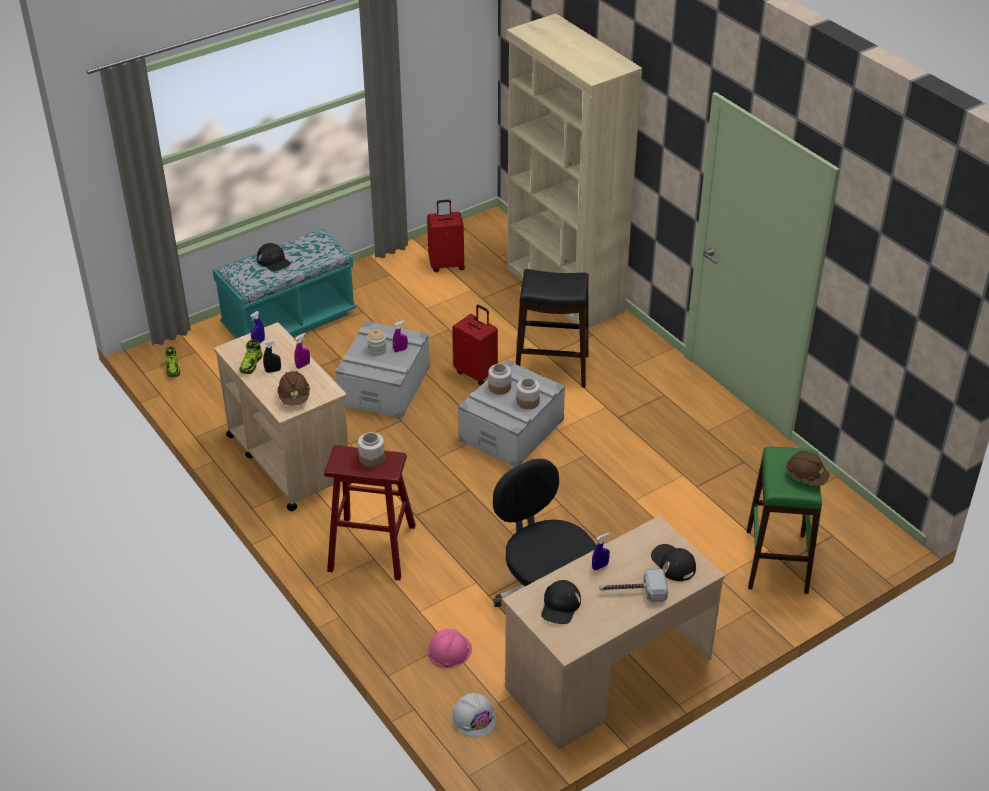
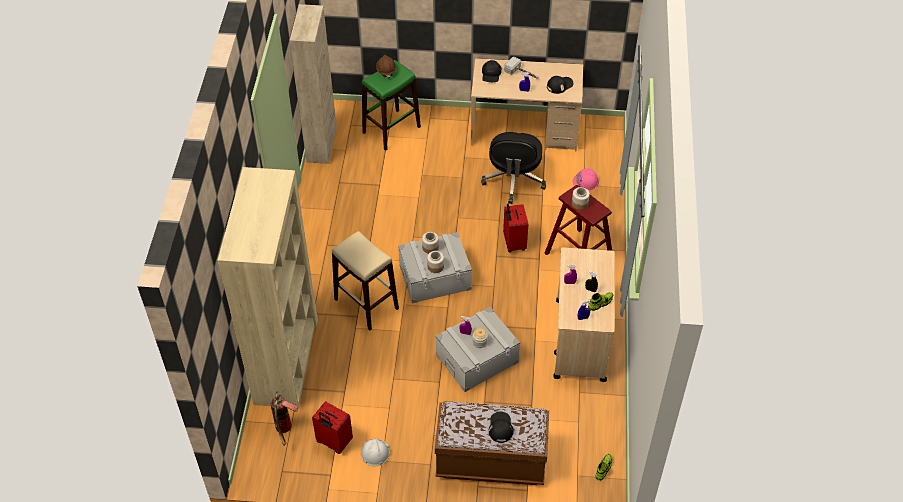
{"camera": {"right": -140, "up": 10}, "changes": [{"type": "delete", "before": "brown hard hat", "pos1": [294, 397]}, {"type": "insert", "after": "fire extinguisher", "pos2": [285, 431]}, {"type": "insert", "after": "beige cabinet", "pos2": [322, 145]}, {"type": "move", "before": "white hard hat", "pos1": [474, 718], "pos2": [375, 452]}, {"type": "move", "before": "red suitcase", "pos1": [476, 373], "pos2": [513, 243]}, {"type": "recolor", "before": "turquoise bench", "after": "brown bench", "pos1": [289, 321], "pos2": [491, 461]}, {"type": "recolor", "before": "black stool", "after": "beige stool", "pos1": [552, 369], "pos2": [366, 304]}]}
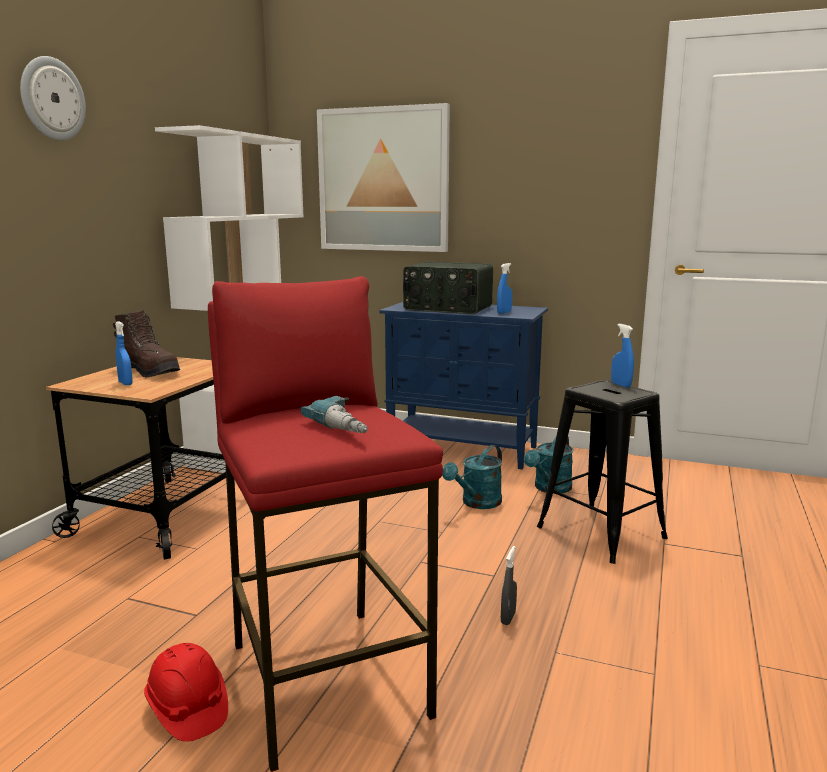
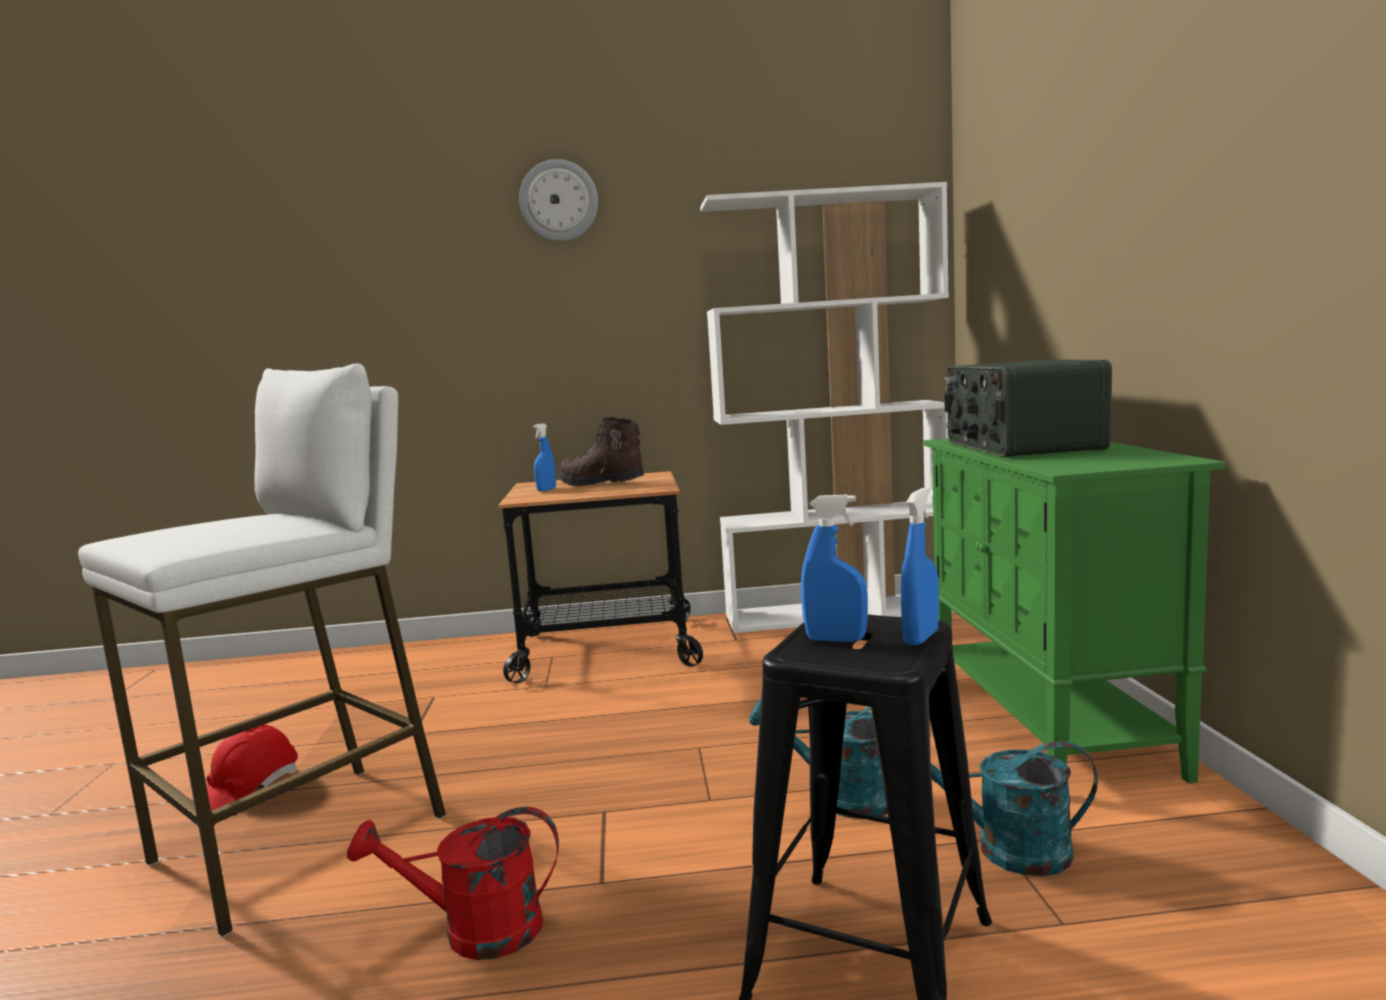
{"camera": {"right": 65, "up": -5}, "changes": [{"type": "delete", "before": "power drill", "pos1": [349, 425]}, {"type": "delete", "before": "picture", "pos1": [383, 180]}, {"type": "move", "before": "blue spray bottle", "pos1": [504, 312], "pos2": [835, 639]}, {"type": "replace", "before": "grey spray bottle", "after": "red watering can", "pos1": [508, 618], "pos2": [475, 931]}, {"type": "recolor", "before": "red stool", "after": "white stool", "pos1": [327, 678], "pos2": [303, 839]}, {"type": "recolor", "before": "blue cabinet", "after": "green cabinet", "pos1": [463, 449], "pos2": [1049, 724]}, {"type": "rotate", "before": "brown boot", "pos1": [149, 371], "pos2": [600, 483], "turn": 105}]}
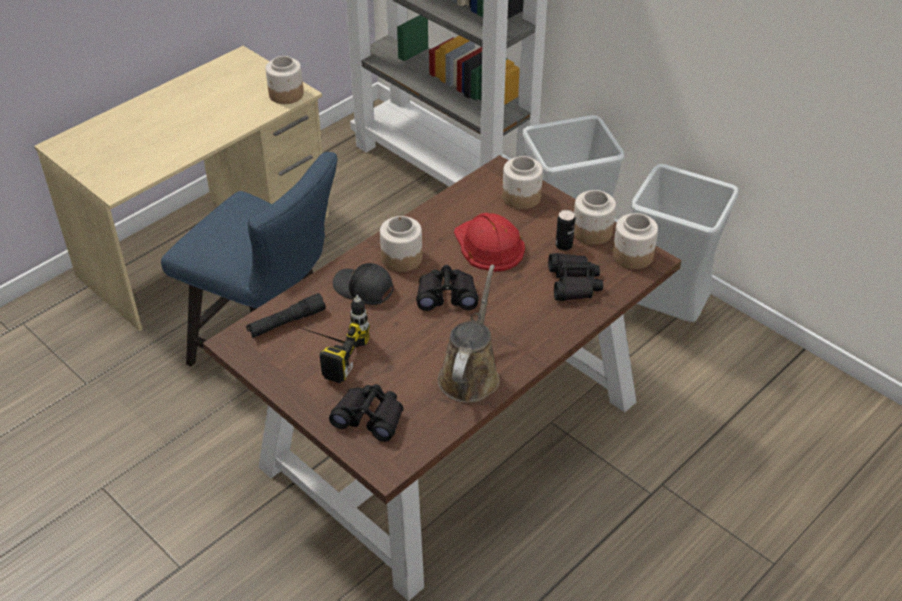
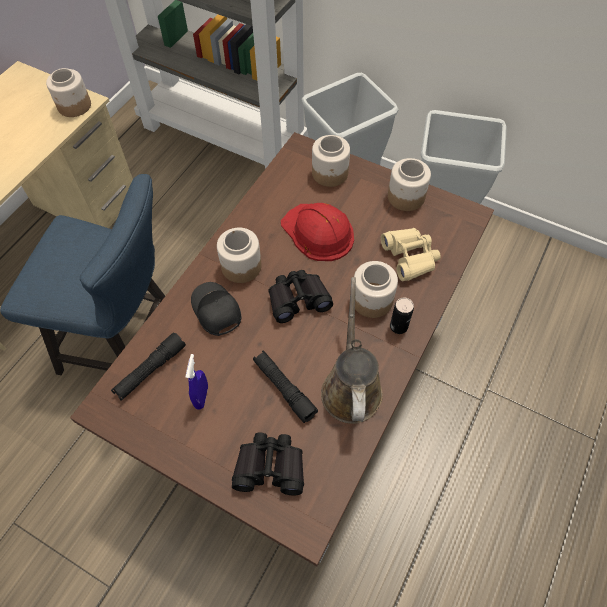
{"camera": {"right": -15, "up": 15}, "changes": [{"type": "insert", "after": "black flashlight", "pos2": [284, 388]}, {"type": "move", "before": "can", "pos1": [564, 245], "pos2": [398, 326]}, {"type": "move", "before": "jar", "pos1": [633, 256], "pos2": [372, 300]}, {"type": "replace", "before": "power drill", "after": "blue spray bottle", "pos1": [326, 352], "pos2": [201, 397]}, {"type": "recolor", "before": "black binoculars", "after": "beige binoculars", "pos1": [573, 283], "pos2": [410, 257]}, {"type": "rotate", "before": "black cap", "pos1": [363, 289], "pos2": [215, 311], "turn": 45}]}
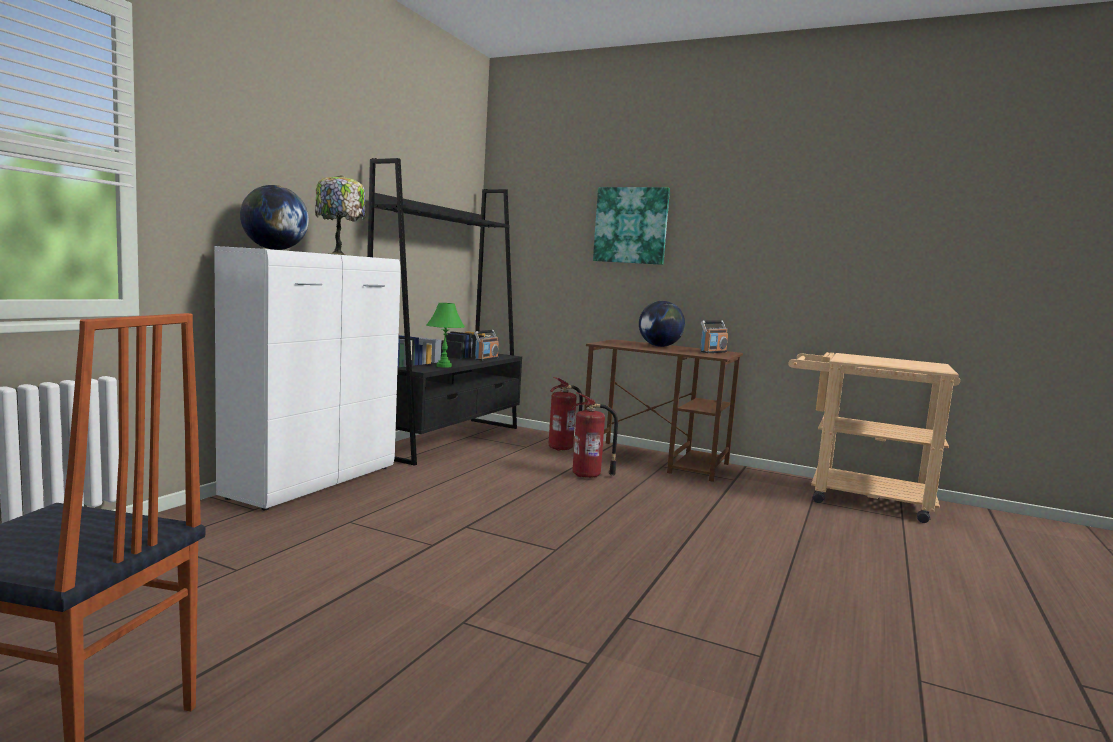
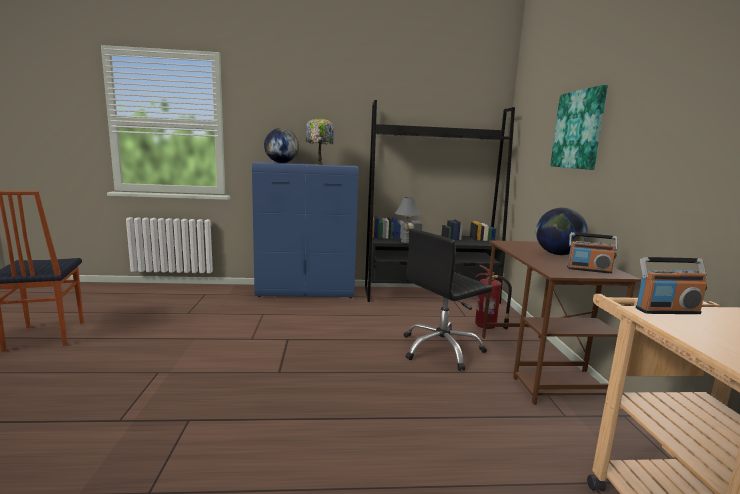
{"camera": {"right": 60, "up": 5}, "changes": [{"type": "move", "before": "radio", "pos1": [486, 359], "pos2": [666, 311]}, {"type": "replace", "before": "fire extinguisher", "after": "black office chair", "pos1": [588, 476], "pos2": [441, 349]}, {"type": "recolor", "before": "white cabinet", "after": "blue cabinet", "pos1": [314, 482], "pos2": [307, 292]}, {"type": "recolor", "before": "green table lamp", "after": "grey table lamp", "pos1": [443, 366], "pos2": [406, 241]}]}
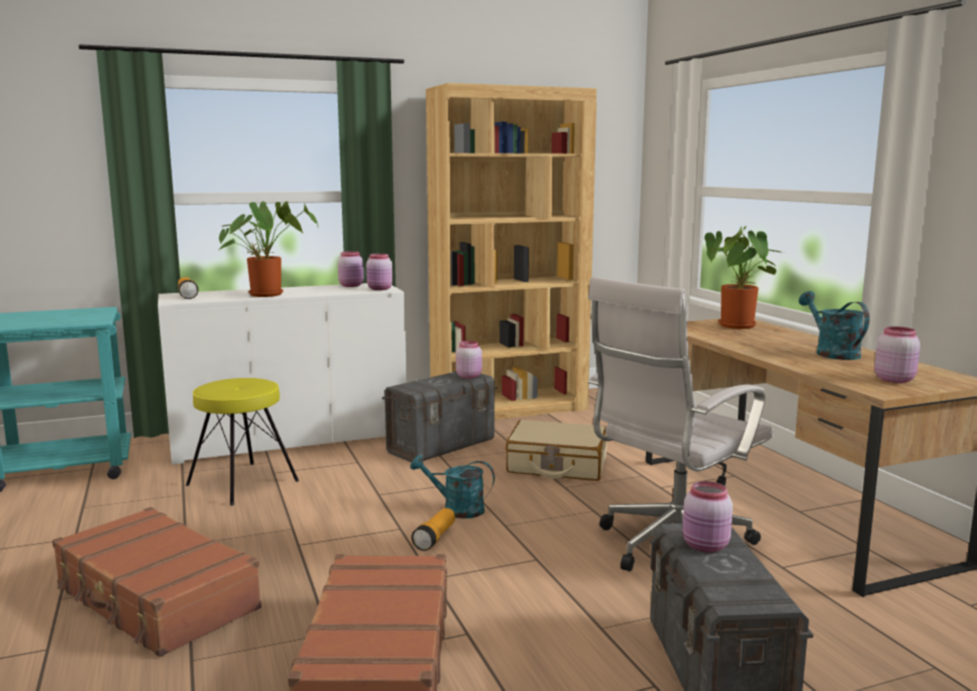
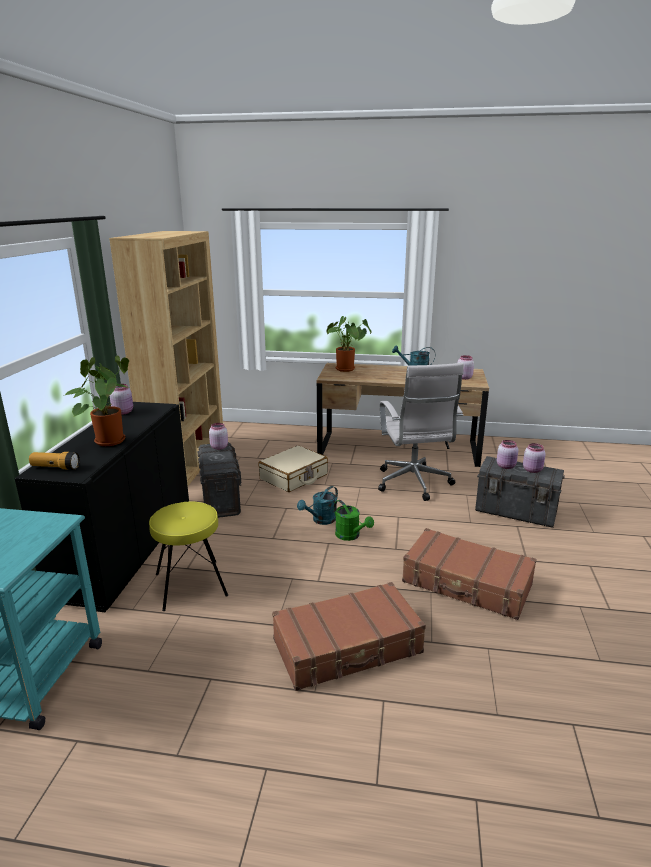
{"camera": {"right": -60, "up": 10}, "changes": [{"type": "move", "before": "pink jar", "pos1": [380, 289], "pos2": [533, 470]}, {"type": "replace", "before": "flashlight", "after": "green watering can", "pos1": [435, 538], "pos2": [351, 536]}, {"type": "recolor", "before": "white cabinet", "after": "black cabinet", "pos1": [290, 439], "pos2": [126, 548]}]}
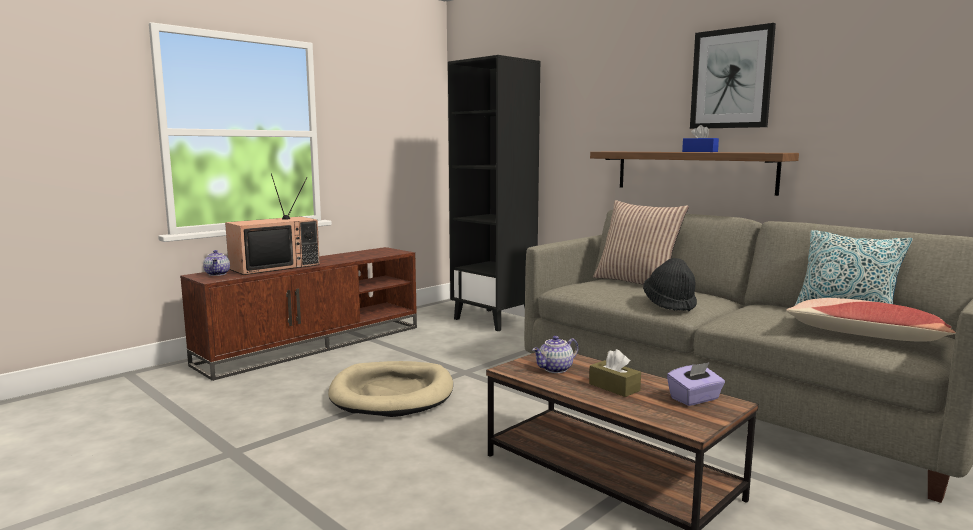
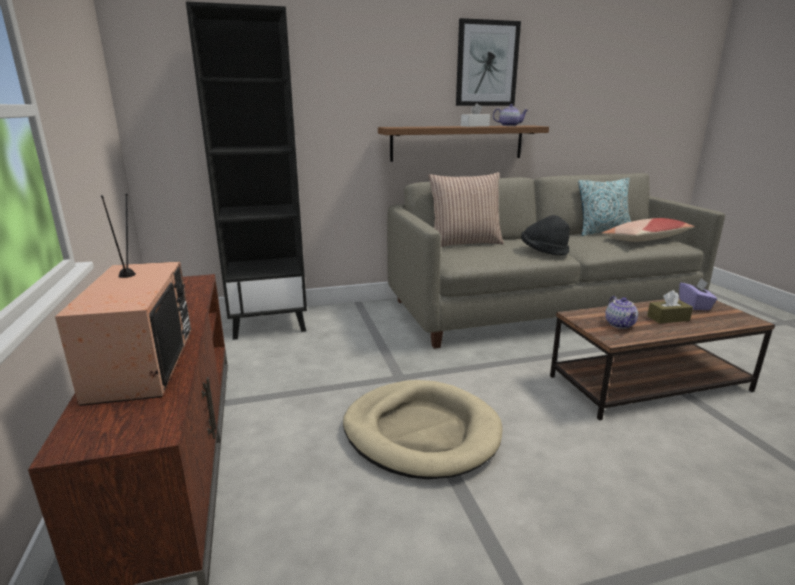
{"camera": {"right": -60, "up": 10}, "changes": [{"type": "move", "before": "teapot", "pos1": [218, 274], "pos2": [509, 126]}, {"type": "recolor", "before": "blue tissue box", "after": "white tissue box", "pos1": [700, 151], "pos2": [474, 126]}]}
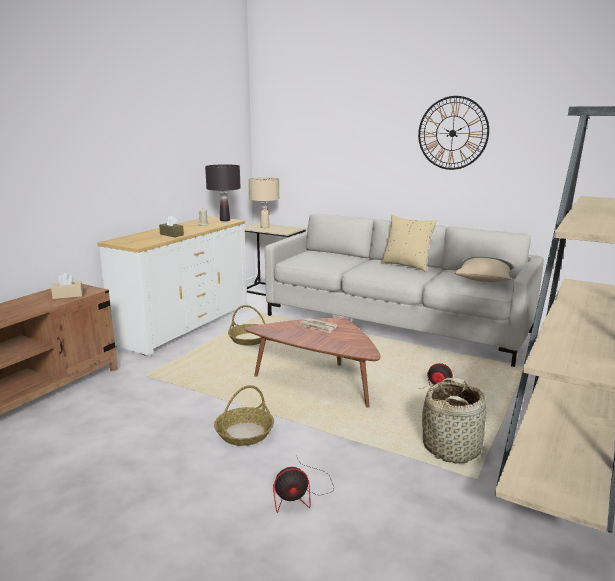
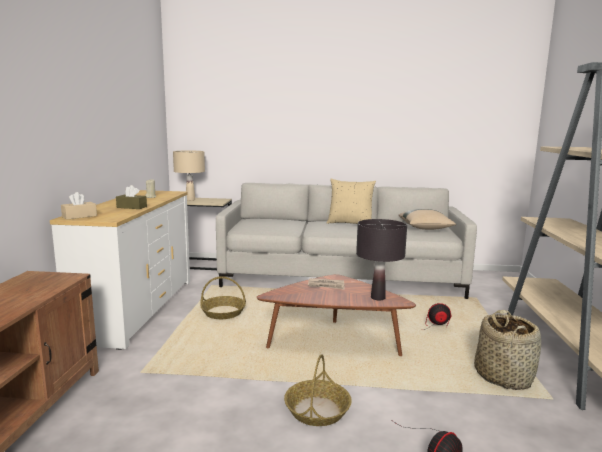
{"camera": {"right": -25, "up": -5}, "changes": [{"type": "delete", "before": "wall clock", "pos1": [452, 133]}, {"type": "move", "before": "beige tissue box", "pos1": [68, 295], "pos2": [79, 216]}, {"type": "move", "before": "black table lamp", "pos1": [224, 220], "pos2": [377, 298]}]}
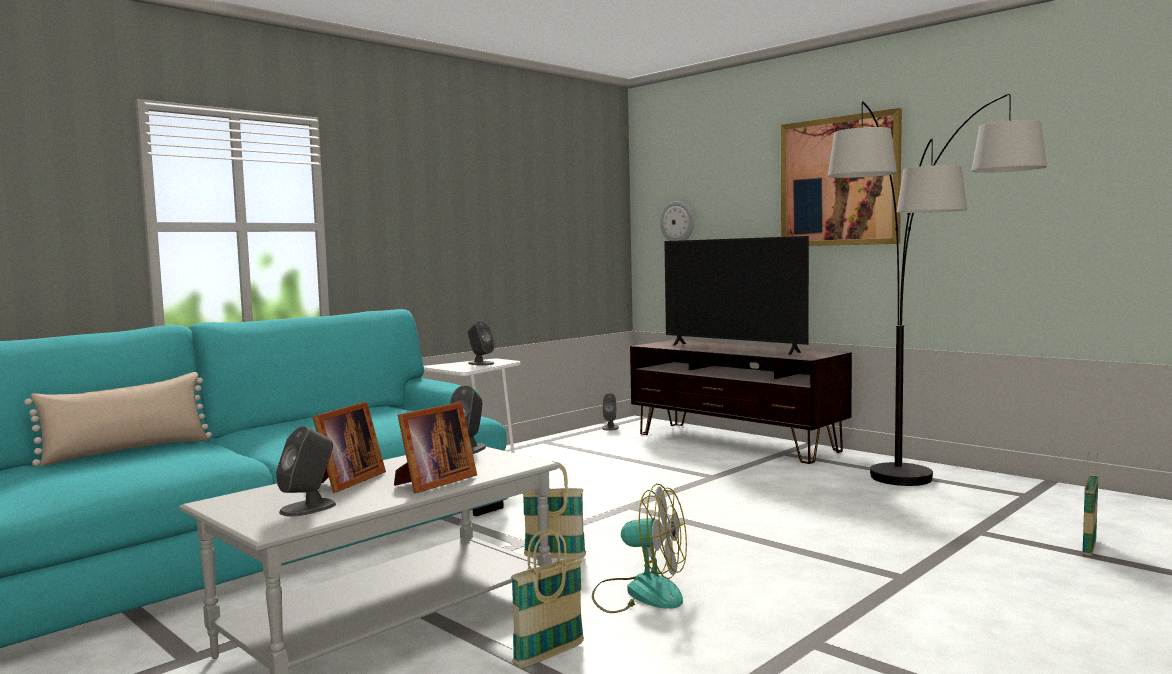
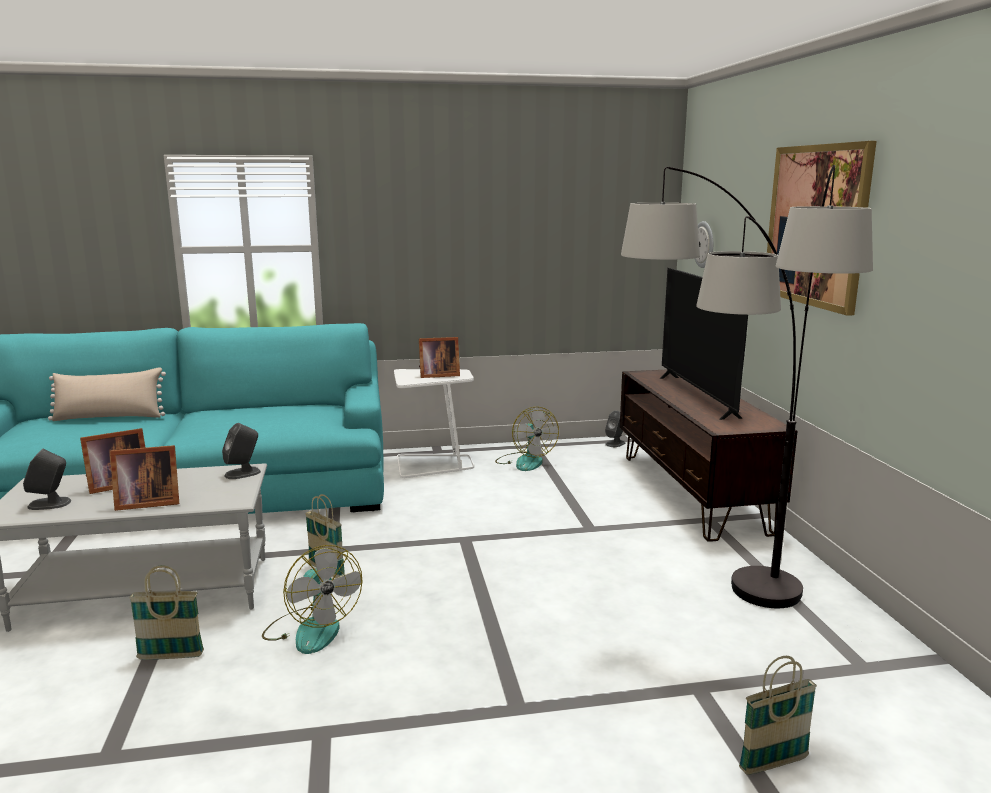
{"camera": {"right": 35, "up": 10}, "changes": [{"type": "insert", "after": "fan", "pos2": [525, 461]}, {"type": "replace", "before": "grey speaker", "after": "picture frame", "pos1": [480, 363], "pos2": [437, 375]}]}
